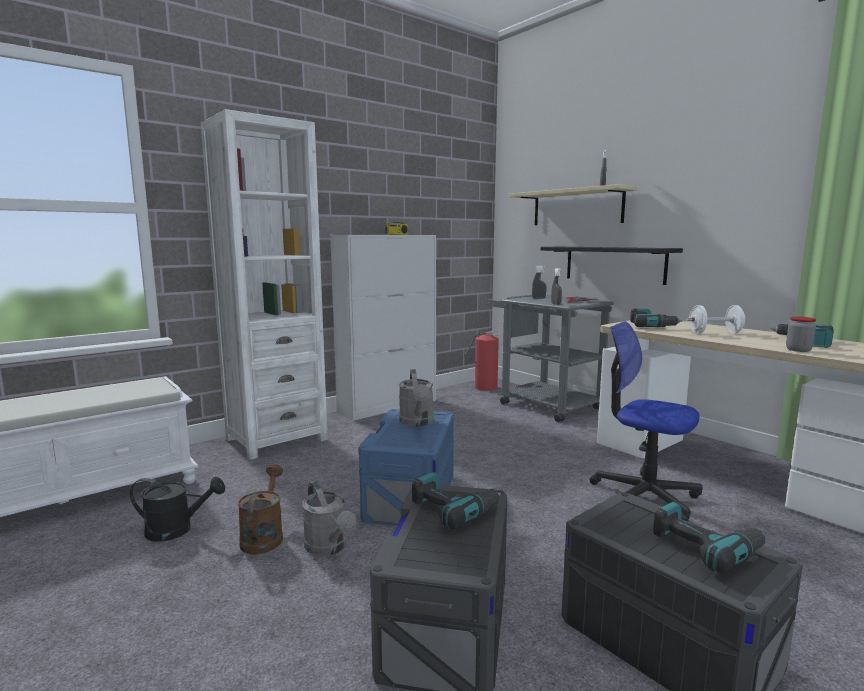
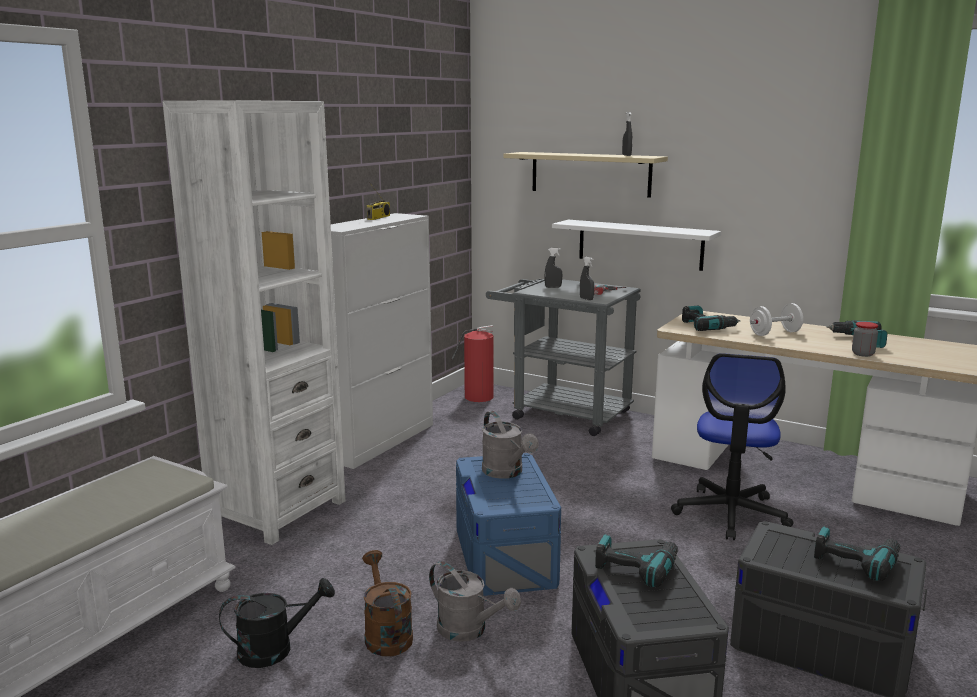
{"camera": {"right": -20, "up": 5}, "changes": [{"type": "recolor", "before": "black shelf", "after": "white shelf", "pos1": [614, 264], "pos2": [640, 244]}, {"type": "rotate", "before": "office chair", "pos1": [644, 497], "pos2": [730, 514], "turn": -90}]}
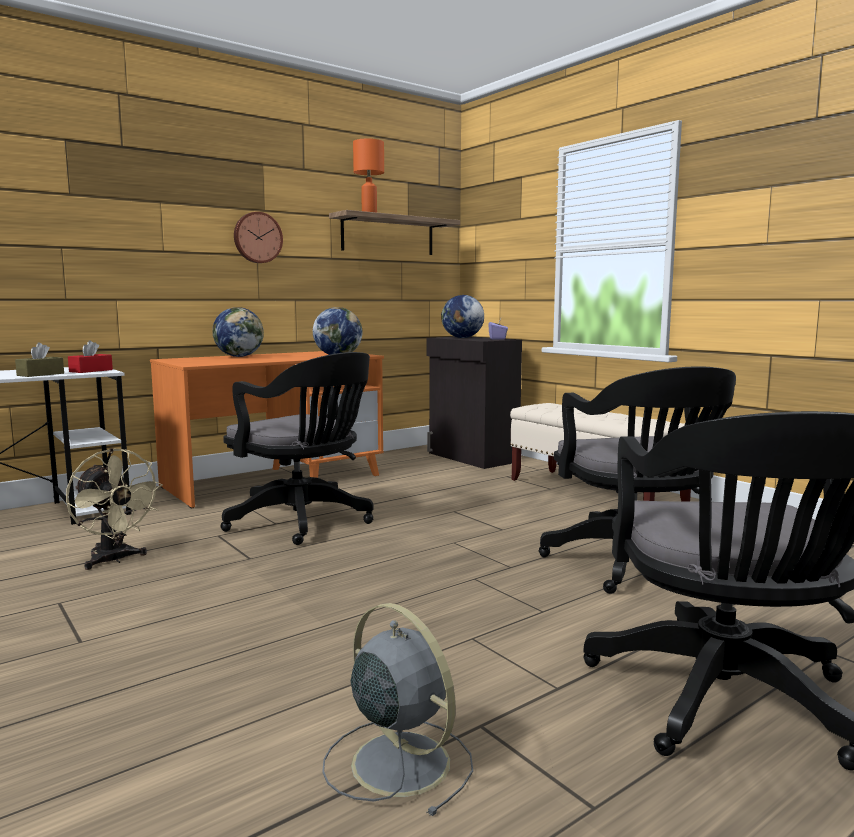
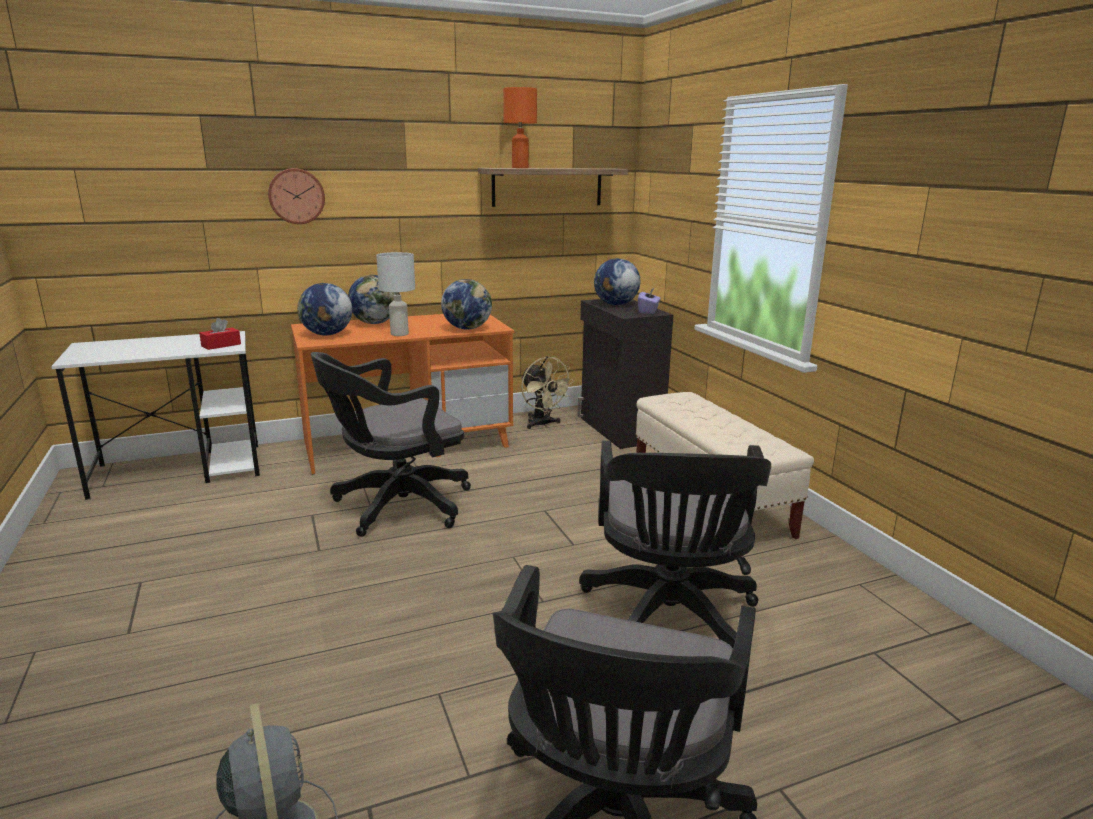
{"camera": {"right": 15, "up": 10}, "changes": [{"type": "delete", "before": "brown tissue box", "pos1": [40, 374]}, {"type": "insert", "after": "globe", "pos2": [327, 334]}, {"type": "insert", "after": "white table lamp", "pos2": [400, 334]}, {"type": "move", "before": "beige fan", "pos1": [115, 560], "pos2": [542, 424]}, {"type": "move", "before": "wall clock", "pos1": [257, 237], "pos2": [296, 196]}, {"type": "rotate", "before": "black office chair", "pos1": [304, 522], "pos2": [396, 507], "turn": 90}]}
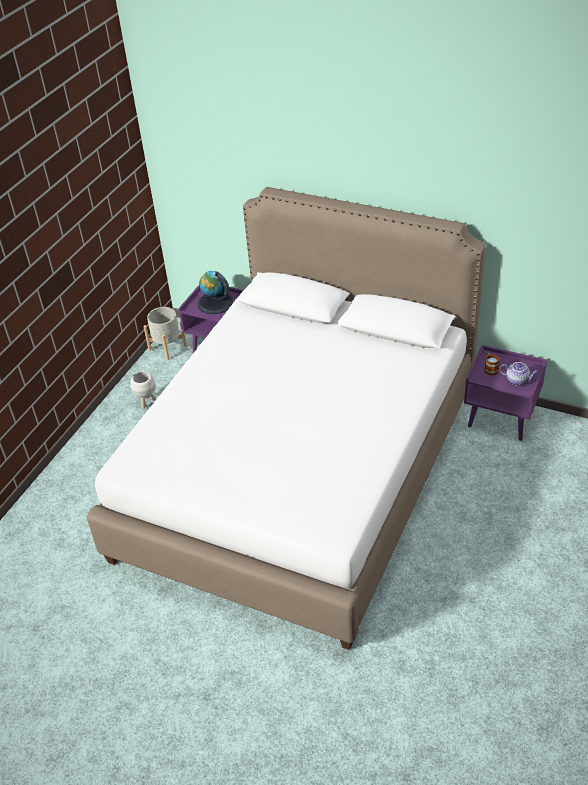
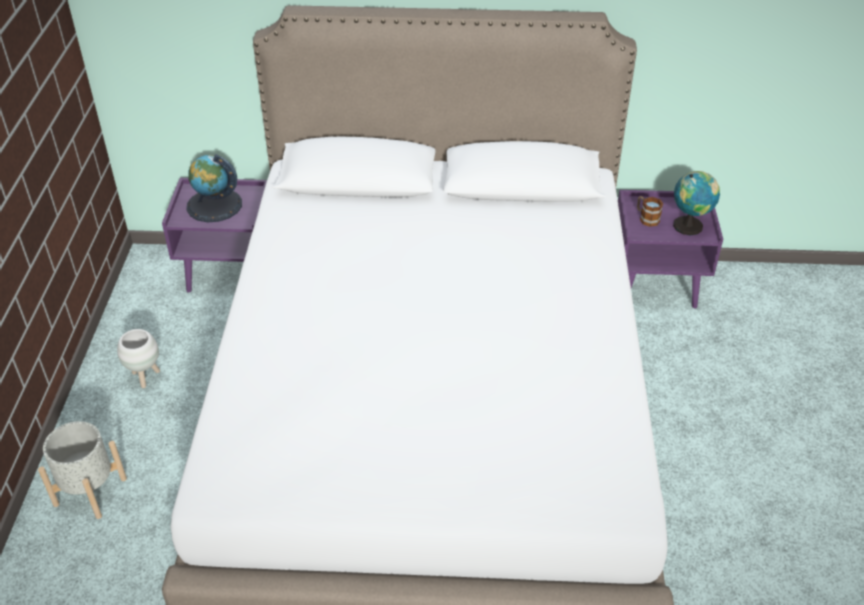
{"camera": {"right": -25, "up": 0}, "changes": [{"type": "move", "before": "grey planter", "pos1": [168, 347], "pos2": [90, 491]}, {"type": "replace", "before": "teapot", "after": "globe", "pos1": [517, 380], "pos2": [690, 226]}]}
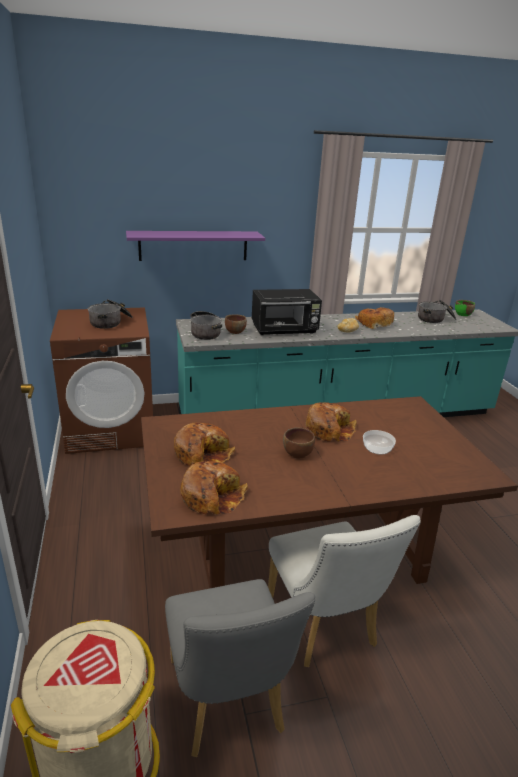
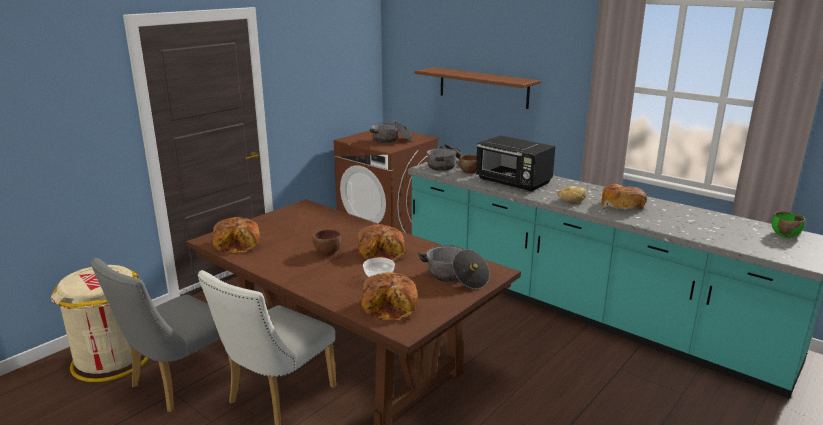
{"camera": {"right": 55, "up": -5}, "changes": [{"type": "move", "before": "bread", "pos1": [203, 453], "pos2": [391, 306]}, {"type": "move", "before": "cooking pot", "pos1": [436, 319], "pos2": [455, 277]}, {"type": "recolor", "before": "purple shelf", "after": "brown shelf", "pos1": [193, 245], "pos2": [483, 87]}]}
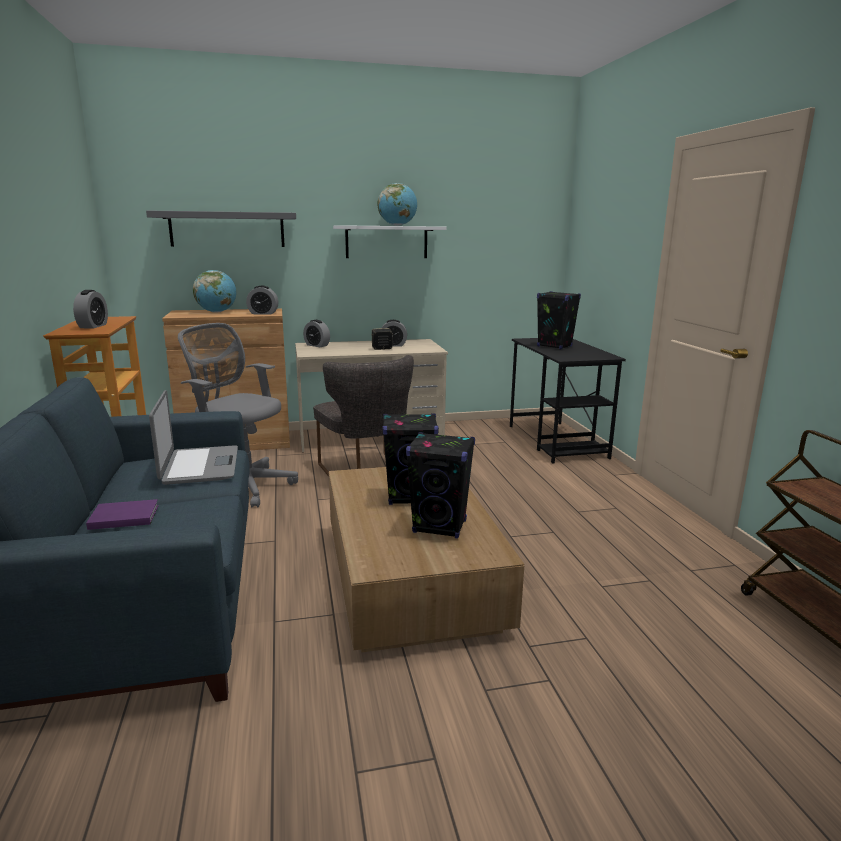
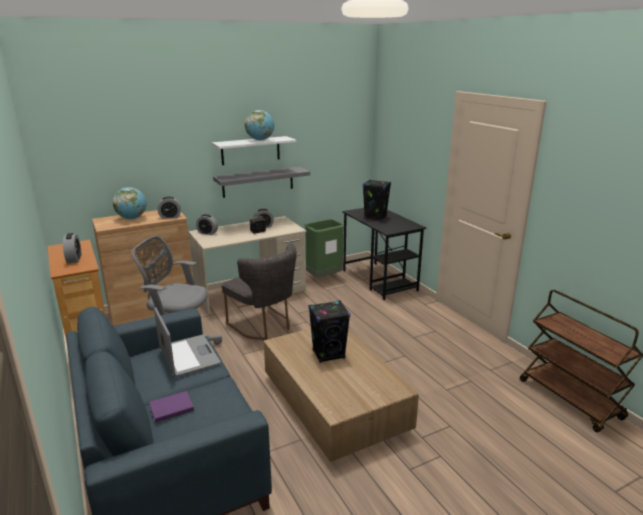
{"camera": {"right": -15, "up": 5}, "changes": [{"type": "delete", "before": "black speaker", "pos1": [440, 527]}, {"type": "insert", "after": "green trash can", "pos2": [324, 278]}, {"type": "move", "before": "grey shelf", "pos1": [227, 229], "pos2": [258, 182]}]}
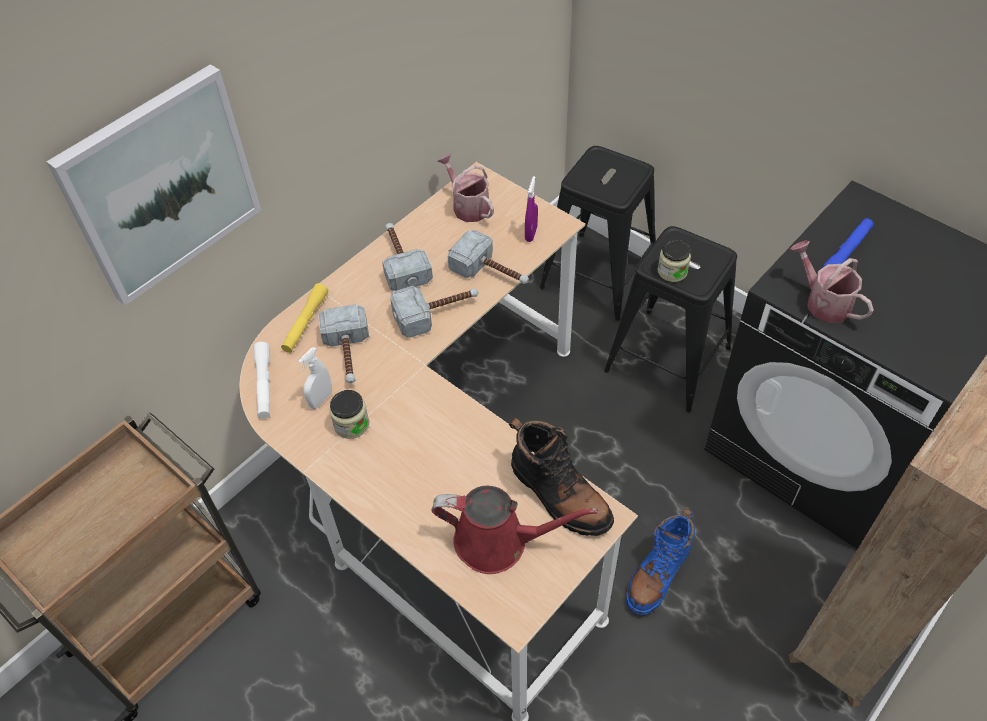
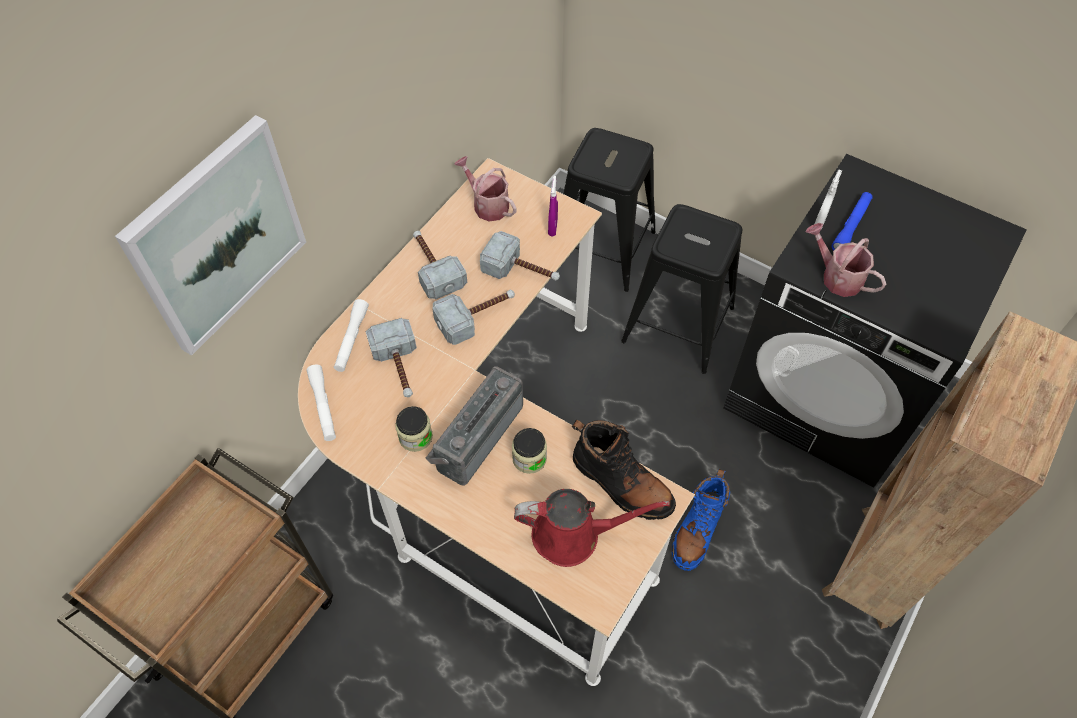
{"camera": {"right": -10, "up": 5}, "changes": [{"type": "insert", "after": "radio", "pos2": [476, 435]}, {"type": "move", "before": "white spray bottle", "pos1": [321, 399], "pos2": [819, 222]}, {"type": "move", "before": "jar", "pos1": [672, 271], "pos2": [529, 458]}, {"type": "recolor", "before": "yellow flashlight", "after": "white flashlight", "pos1": [305, 322], "pos2": [351, 339]}]}
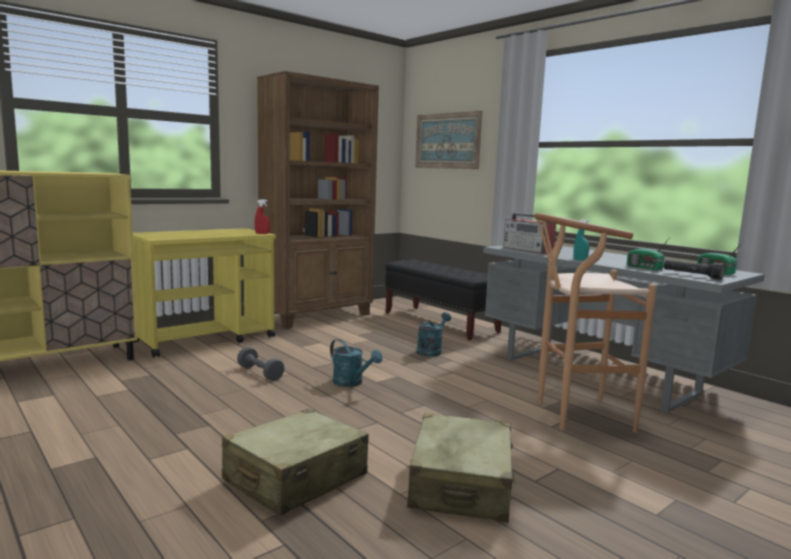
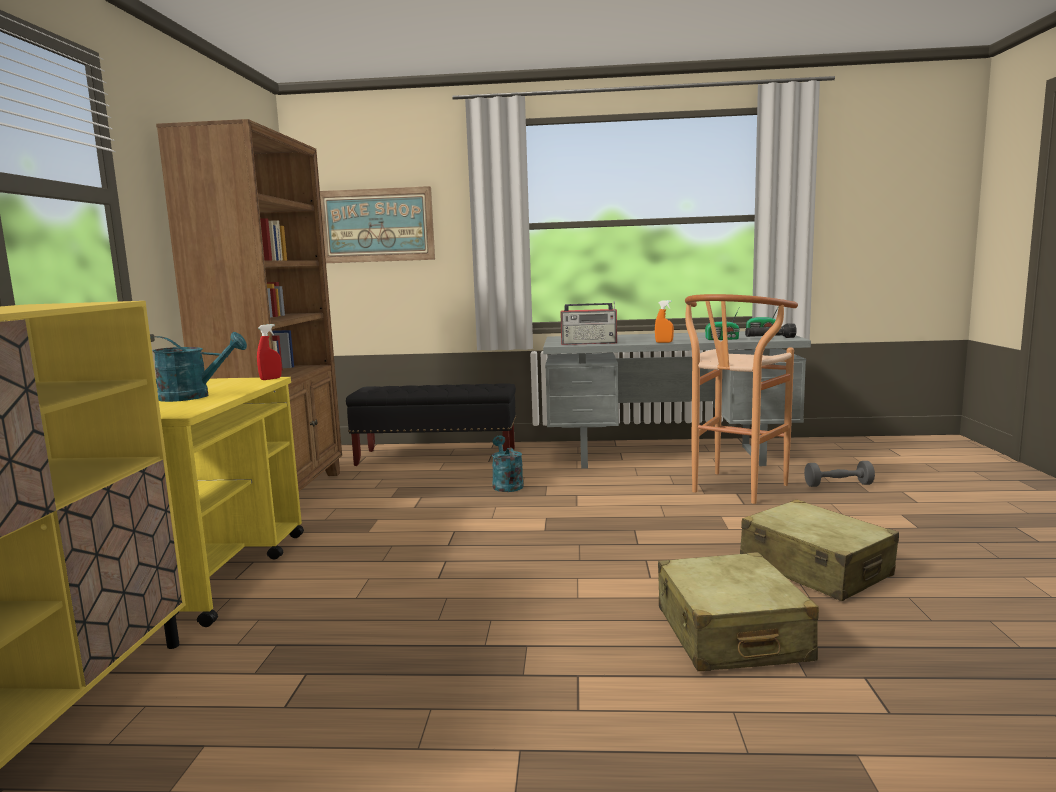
{"camera": {"right": -45, "up": 0}, "changes": [{"type": "move", "before": "grey dumbbell", "pos1": [260, 373], "pos2": [838, 485]}, {"type": "move", "before": "turquoise watering can", "pos1": [352, 383], "pos2": [194, 396]}, {"type": "recolor", "before": "turquoise spray bottle", "after": "orange spray bottle", "pos1": [580, 260], "pos2": [664, 342]}]}
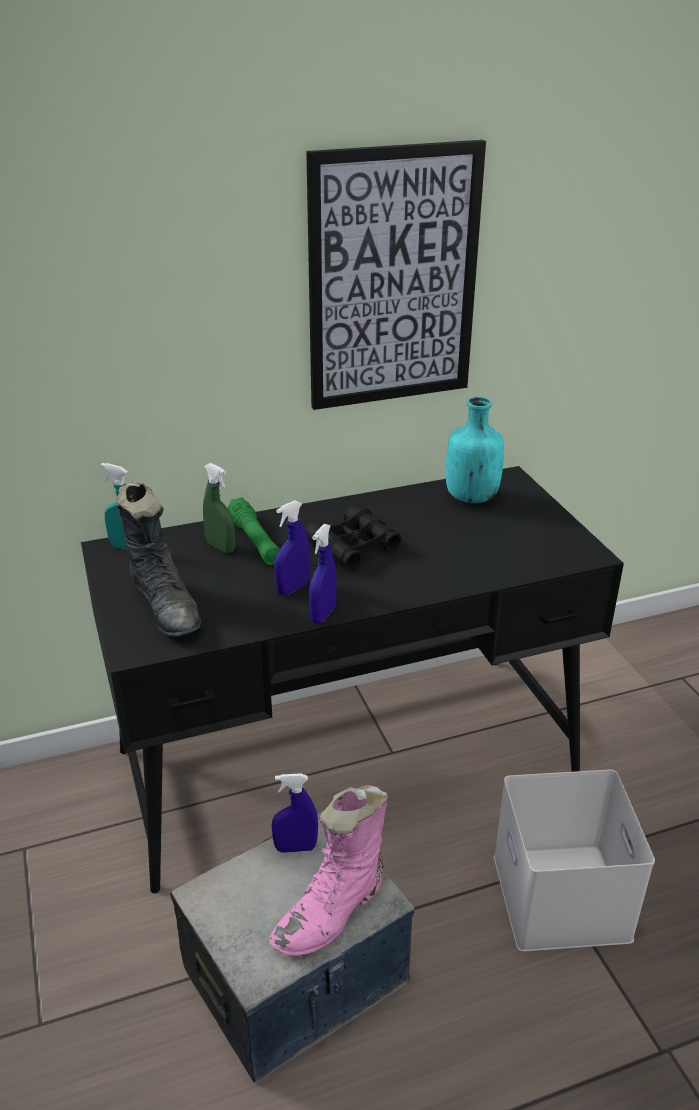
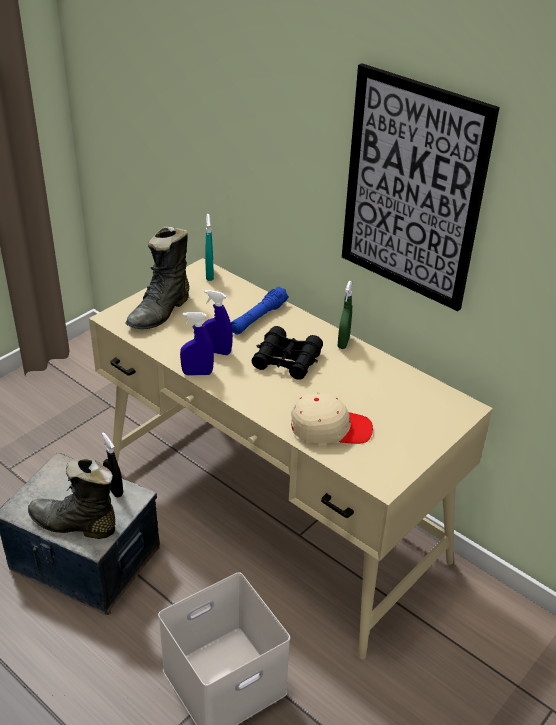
{"camera": {"right": 60, "up": 5}, "changes": [{"type": "delete", "before": "turquoise bottle", "pos1": [470, 497]}, {"type": "insert", "after": "beige cap", "pos2": [330, 428]}, {"type": "move", "before": "green spray bottle", "pos1": [220, 547], "pos2": [343, 342]}, {"type": "recolor", "before": "black desk", "after": "beige desk", "pos1": [349, 761], "pos2": [273, 514]}, {"type": "recolor", "before": "green flashlight", "after": "blue flashlight", "pos1": [255, 541], "pos2": [258, 318]}, {"type": "recolor", "before": "pink boot", "after": "black boot", "pos1": [333, 912], "pos2": [74, 524]}, {"type": "recolor", "before": "blue spray bottle", "after": "black spray bottle", "pos1": [295, 848], "pos2": [114, 489]}]}
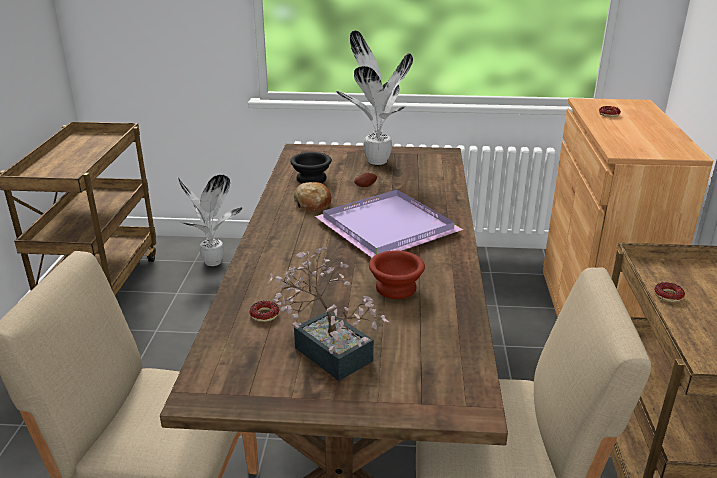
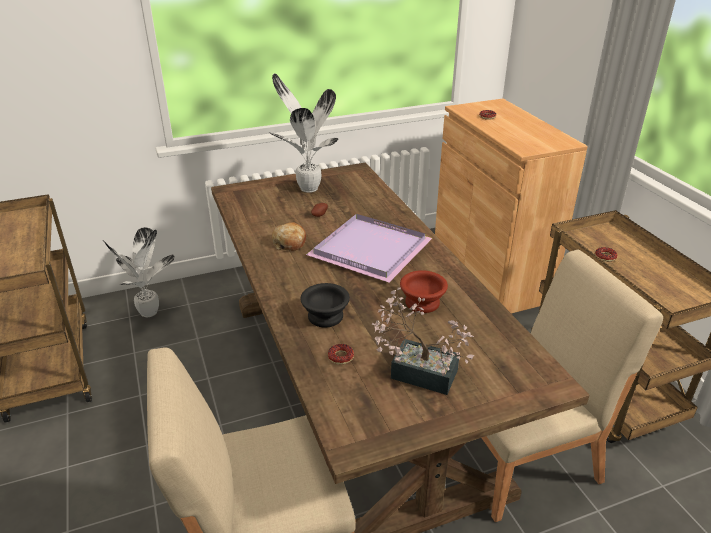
{"camera": {"right": -25, "up": 5}, "changes": [{"type": "move", "before": "black bowl", "pos1": [310, 178], "pos2": [324, 316]}]}
